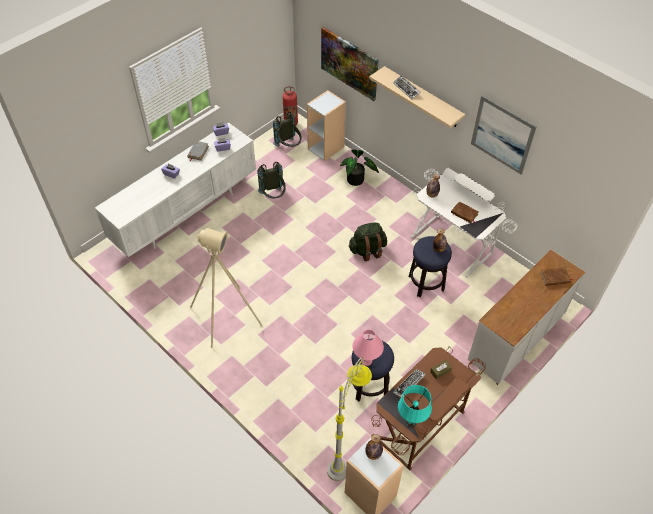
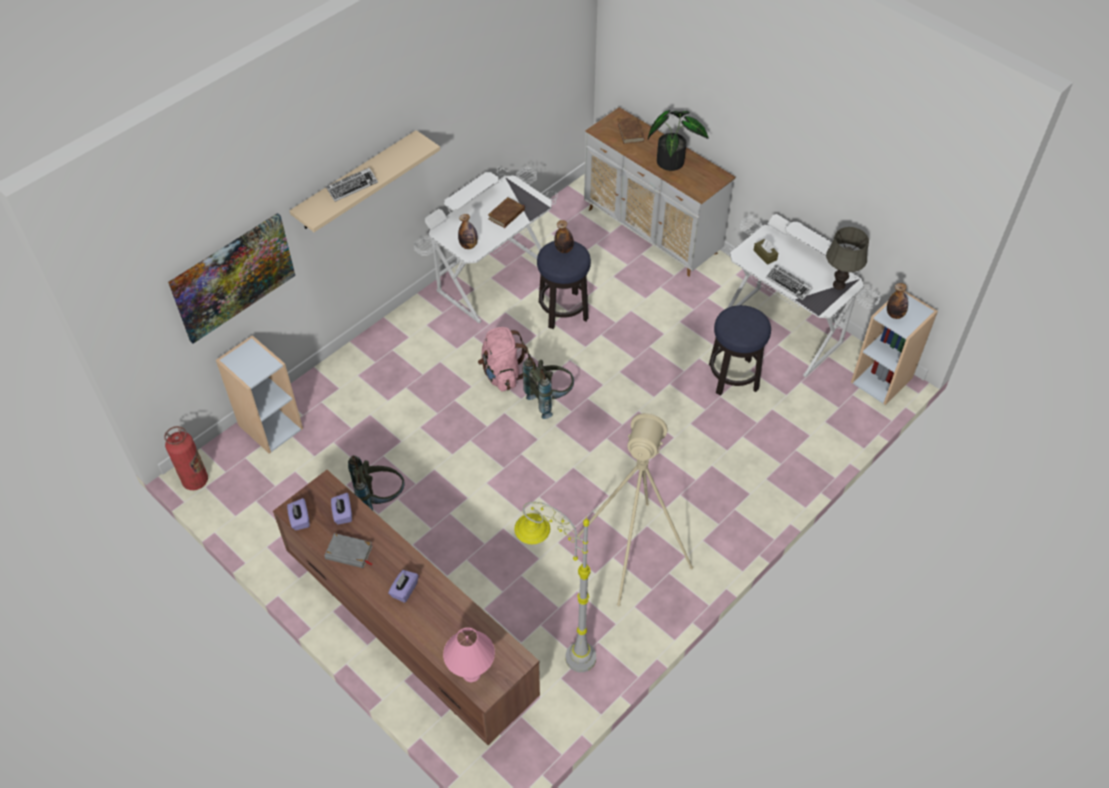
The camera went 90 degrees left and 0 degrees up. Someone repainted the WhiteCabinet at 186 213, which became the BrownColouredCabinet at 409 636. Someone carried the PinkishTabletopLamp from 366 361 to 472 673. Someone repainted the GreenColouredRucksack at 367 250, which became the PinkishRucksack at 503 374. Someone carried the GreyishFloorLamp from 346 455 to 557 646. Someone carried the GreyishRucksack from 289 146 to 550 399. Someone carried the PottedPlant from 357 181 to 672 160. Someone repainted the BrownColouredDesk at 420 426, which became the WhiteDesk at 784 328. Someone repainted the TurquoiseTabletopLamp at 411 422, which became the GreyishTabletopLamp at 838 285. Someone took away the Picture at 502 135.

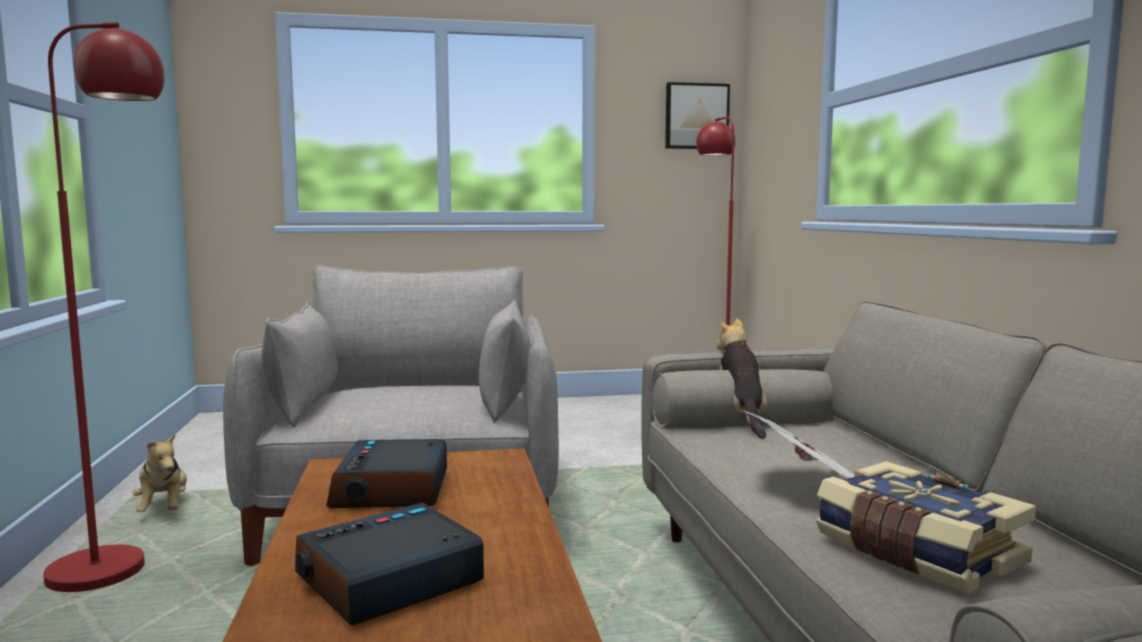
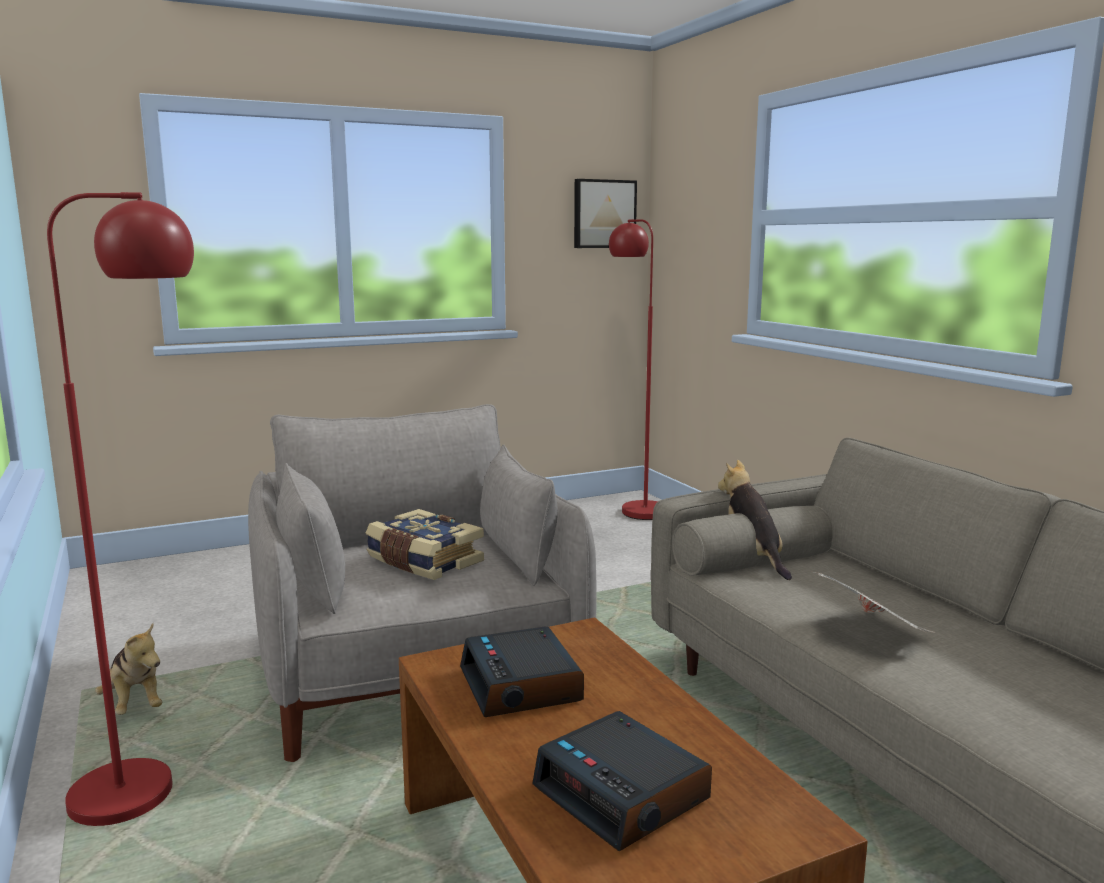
The camera went 15 degrees left and 5 degrees up. Someone carried the Book from 915 552 to 423 562. Someone rotated the BedsideClock at 388 581 by 75 degrees counterclockwise.

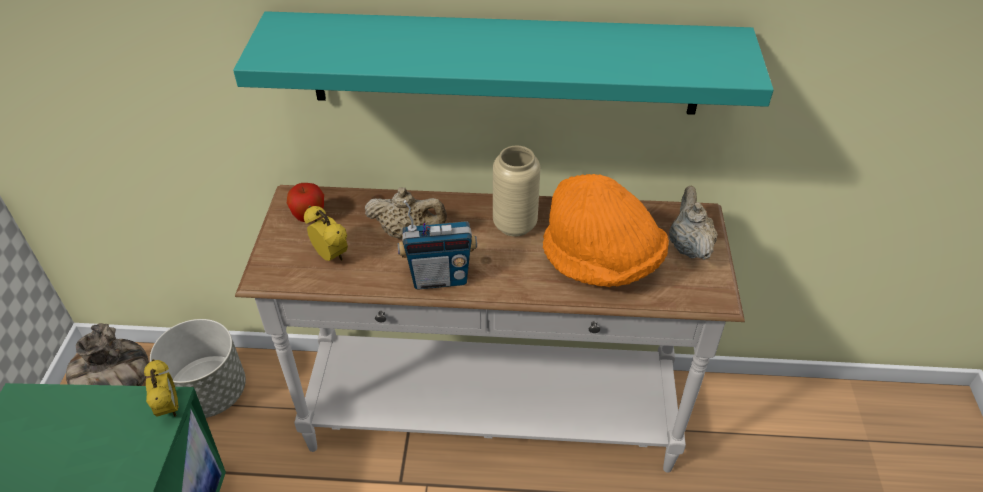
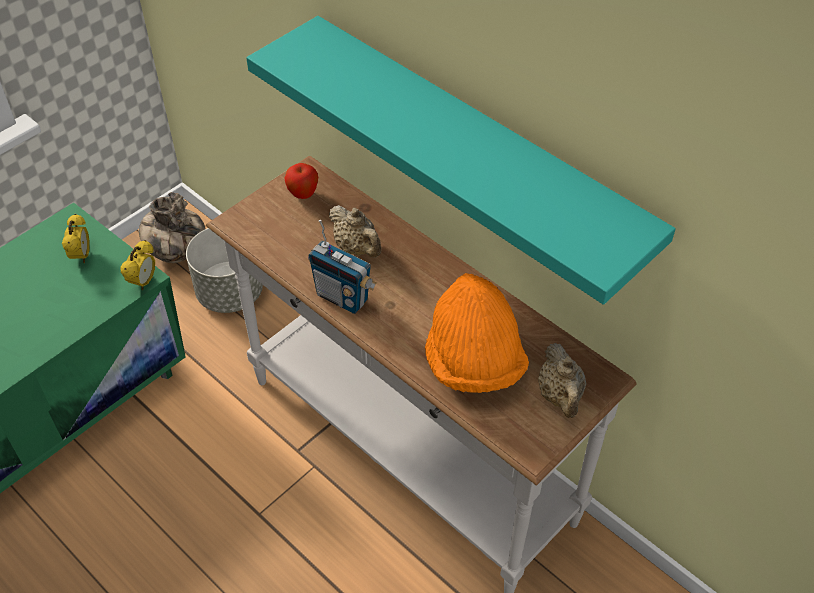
The camera went 40 degrees right and 5 degrees up. Someone carried the BedsideClock from 331 256 to 82 256. Someone rotated the SandColouredTeaPot at 688 246 by 135 degrees clockwise. Someone took away the SandColouredFlowerVase at 514 225.

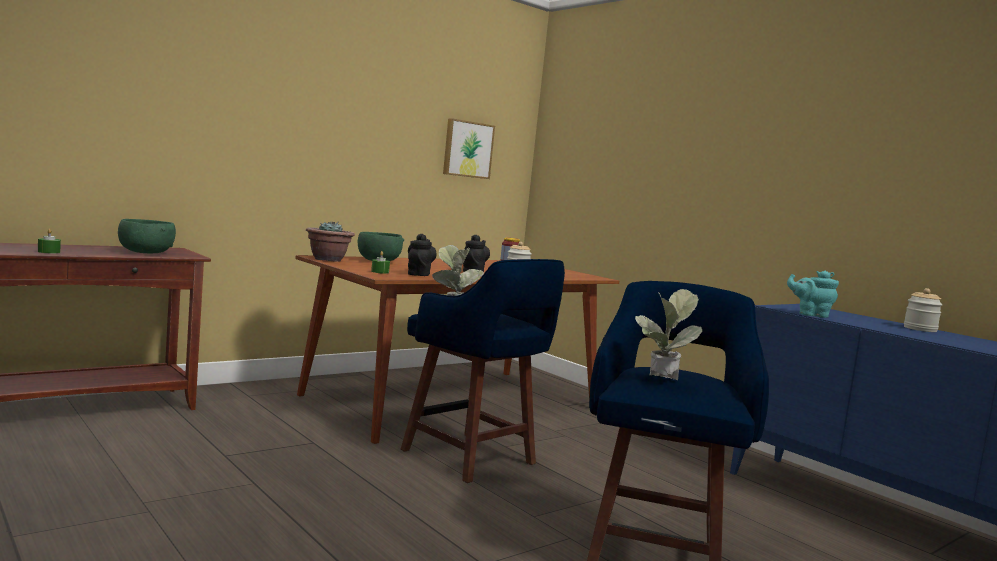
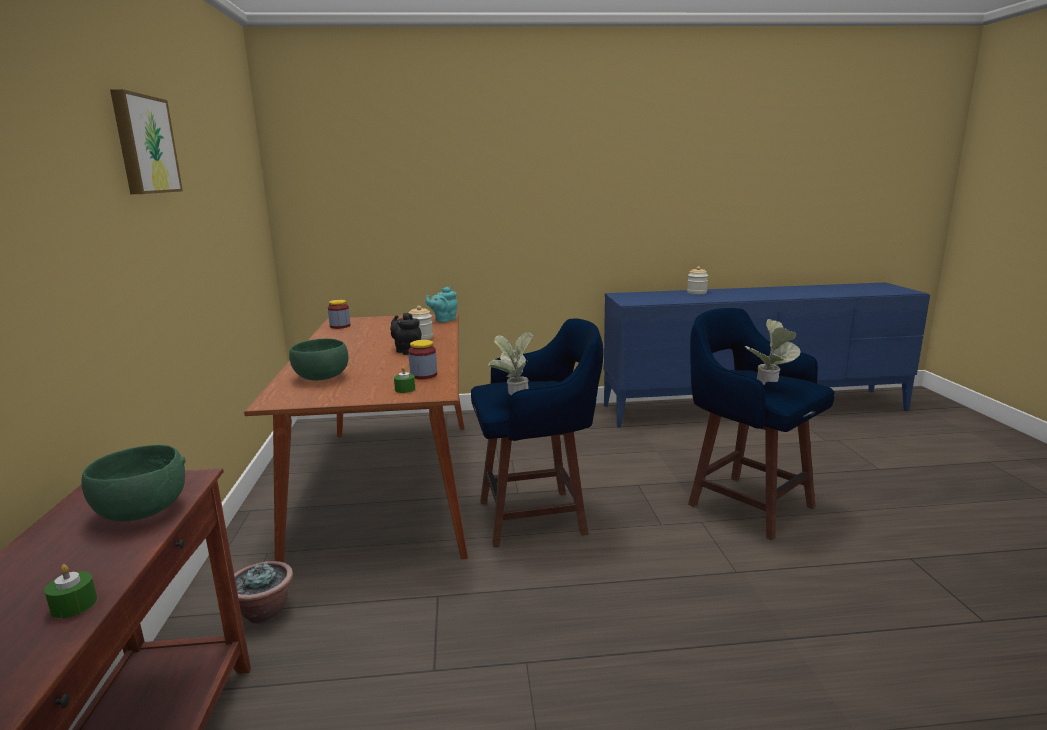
The camera went 55 degrees left and 10 degrees up. Someone carried the Picture from 467 149 to 143 145. Someone carried the PottedPlant from 328 260 to 264 612. Someone swapped the BlackishTeaPot at 419 274 for the Jar at 423 375. Someone carried the TurquoiseTeaPot from 810 314 to 444 320.

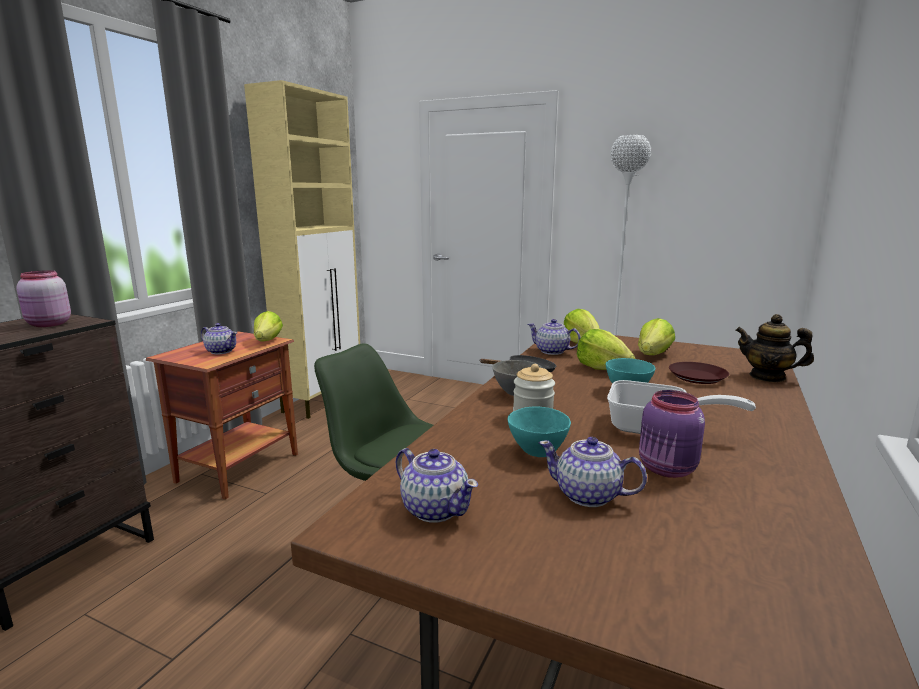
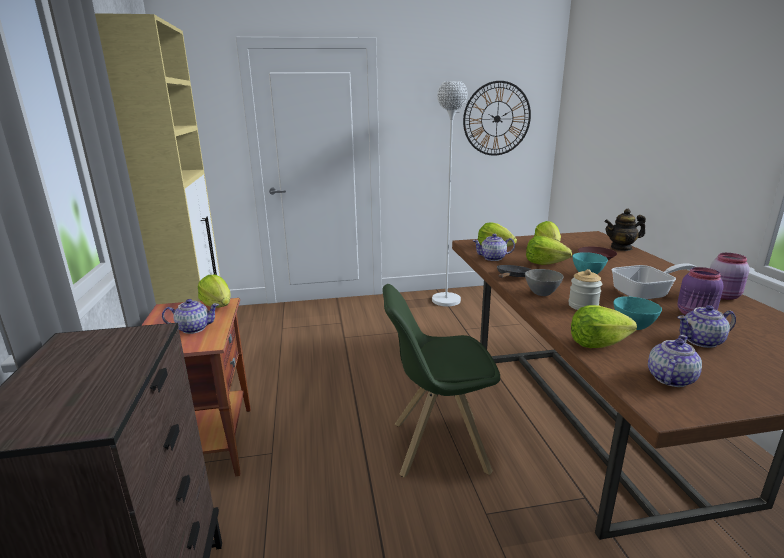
The camera went 35 degrees left and 5 degrees up. Someone put up the WallClock at 497 119. Someone put down the HeadOfLettuce at 597 343. Someone rotated the TeaPot at 435 509 by 60 degrees counterclockwise. Someone carried the PinkishJar from 48 324 to 723 296.

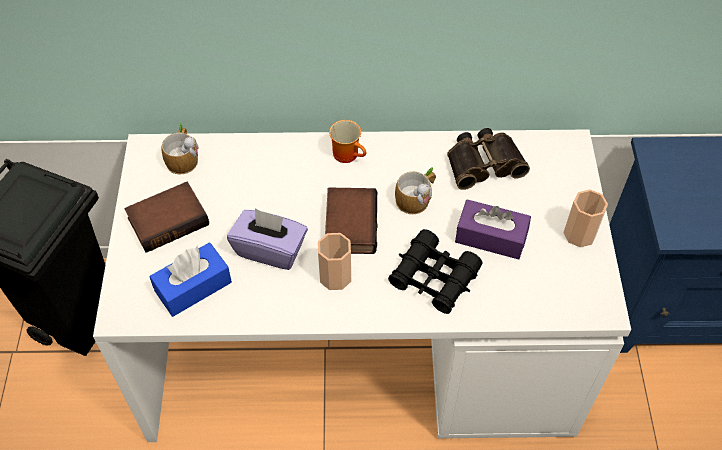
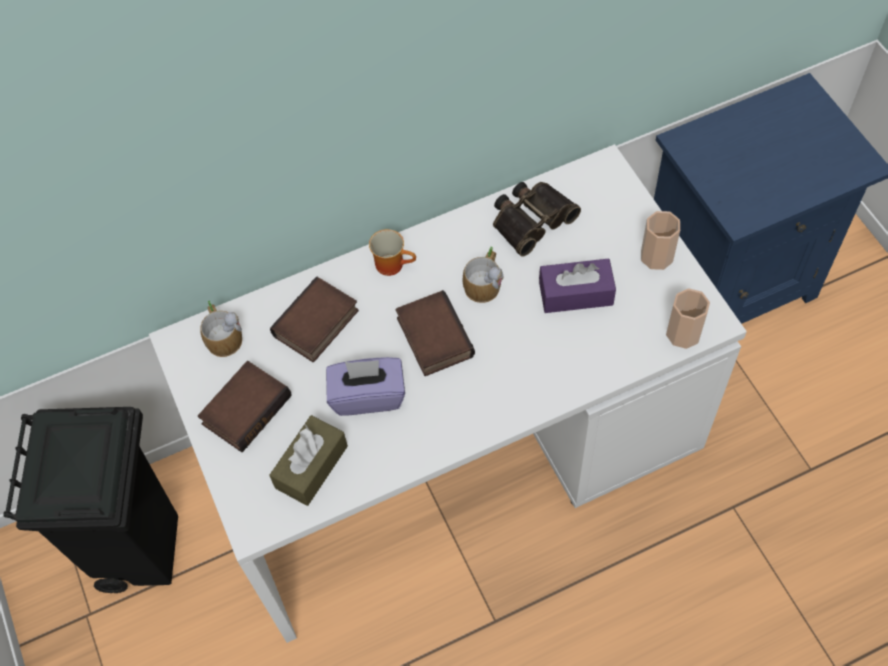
The camera went 20 degrees left and 5 degrees up. Someone repainted the BluishTissueBox at 193 287, which became the BrownColouredTissueBox at 311 466. Someone put down the Book at 317 325. Someone carried the DrinkingCup from 335 276 to 683 333. Someone took away the BlackishPairOfBinoculars at 434 278.

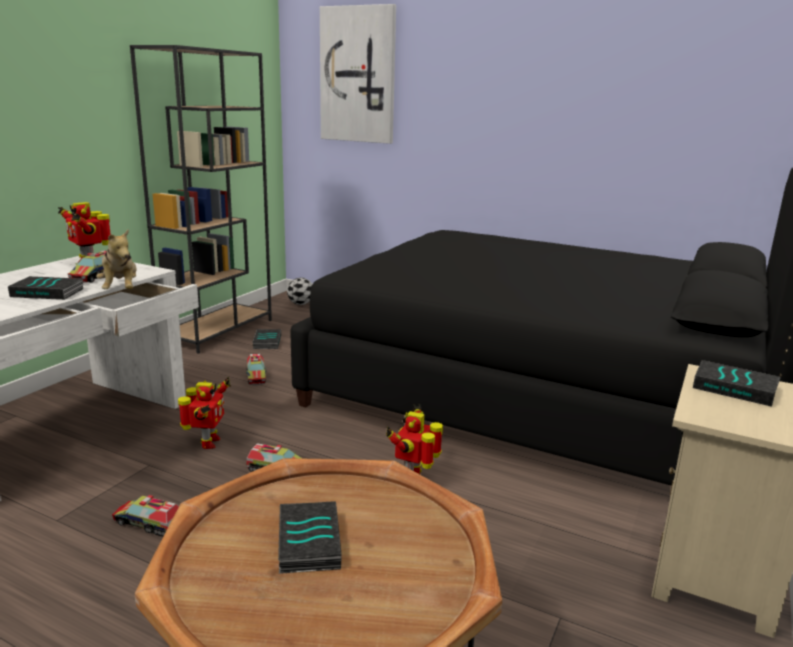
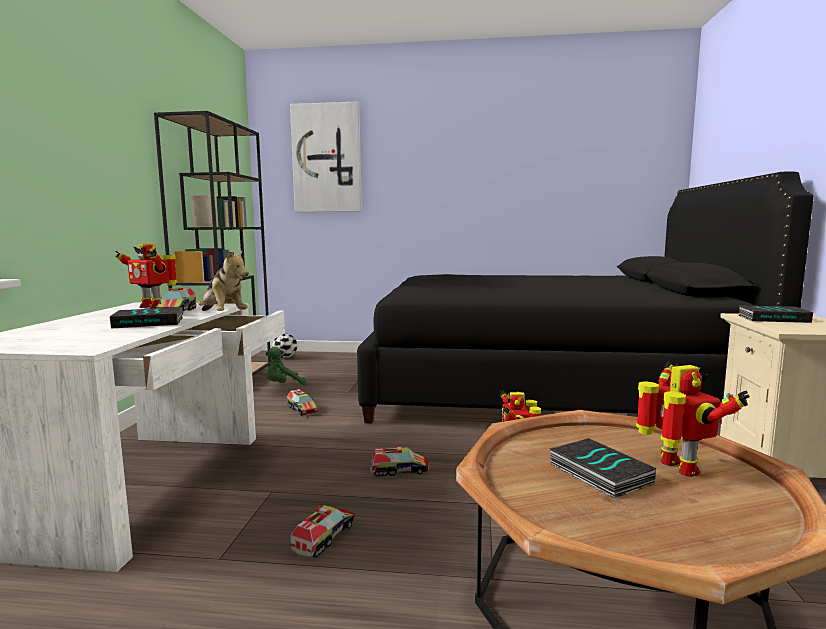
The camera went 20 degrees left and 10 degrees down. Someone swapped the Book at 266 342 for the GreenColouredSoftToy at 283 385. Someone rotated the ModelTruck at 149 523 by 120 degrees clockwise. Someone carried the RobotFigure from 208 443 to 677 468.

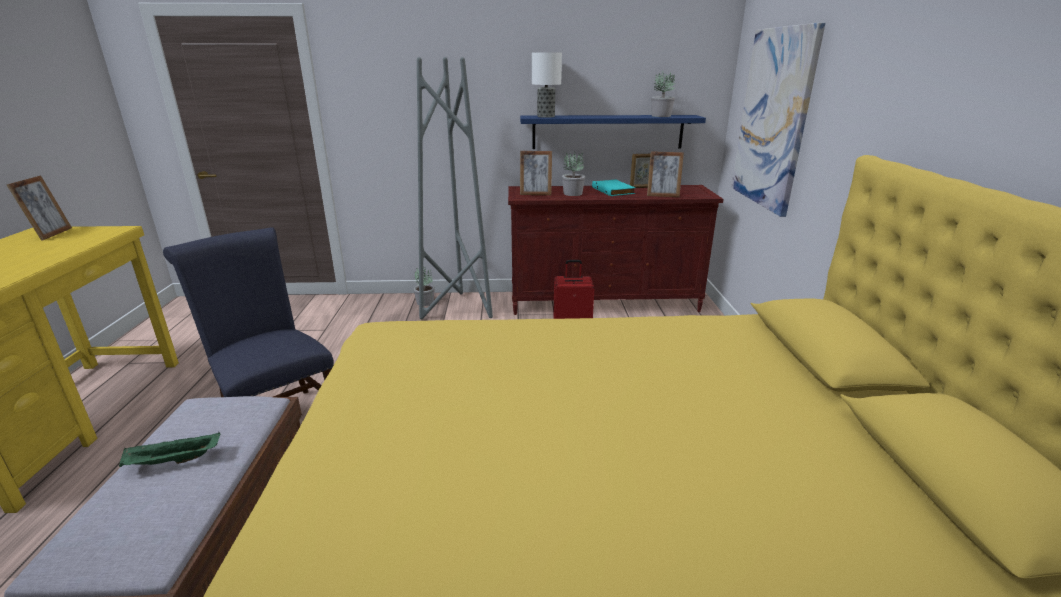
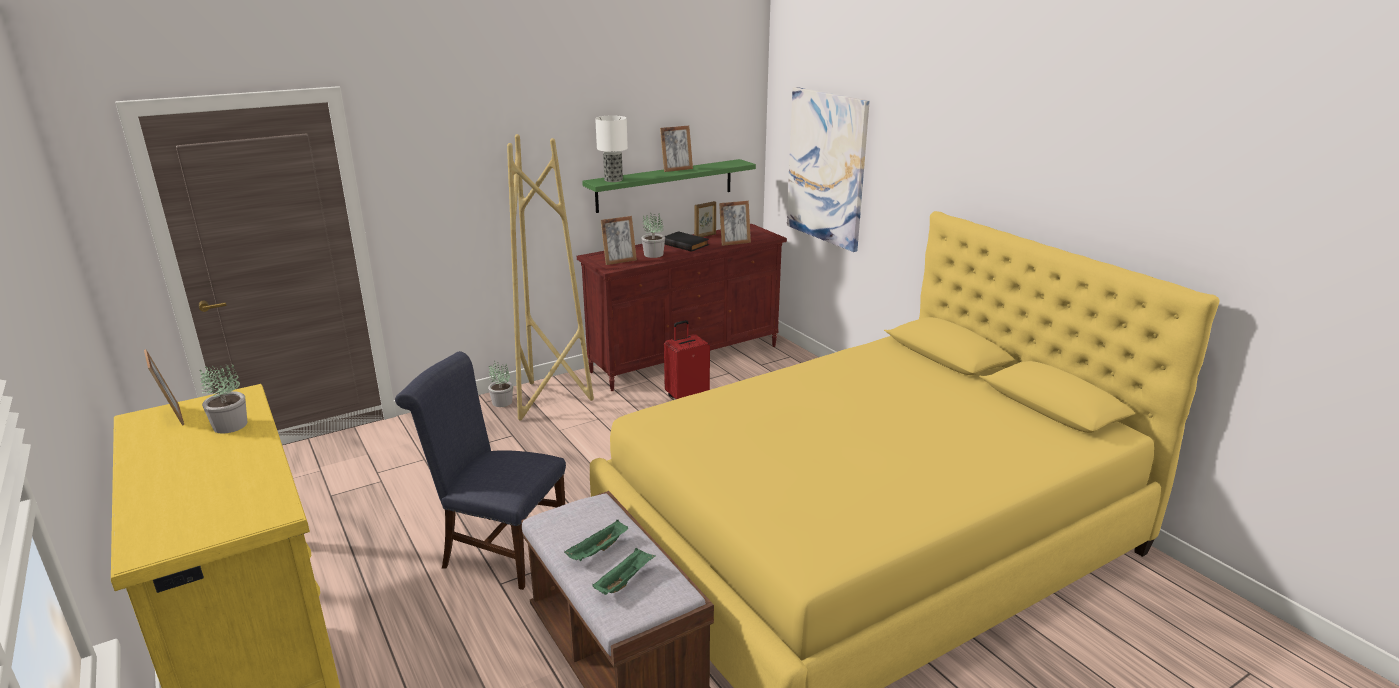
The camera went 30 degrees left and 0 degrees up. Someone carried the PottedPlant from 661 116 to 230 426. Someone repainted the GreyishGarmentStand at 458 310, which became the YellowishGarmentStand at 548 401. Someone repainted the BluishShelf at 607 132, which became the GreenColouredShelf at 665 185. Someone put down the GreenColouredCarryingTray at 624 580. Someone put down the StandingFrame at 677 169. Someone repainted the TurquoiseBook at 614 190, which became the BlackishBook at 685 244.

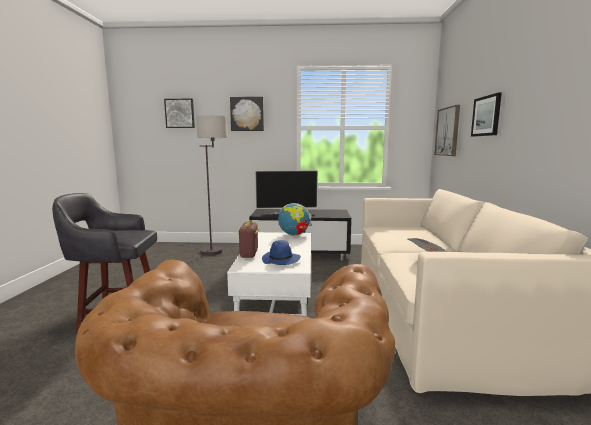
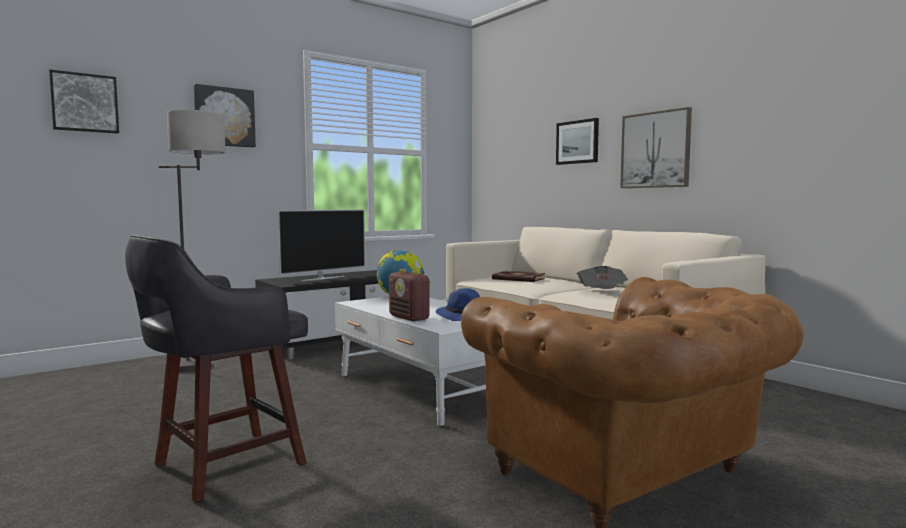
The camera went 40 degrees left and 5 degrees down. Someone put down the Book at 518 279. Someone carried the Picture from 448 131 to 655 150.

